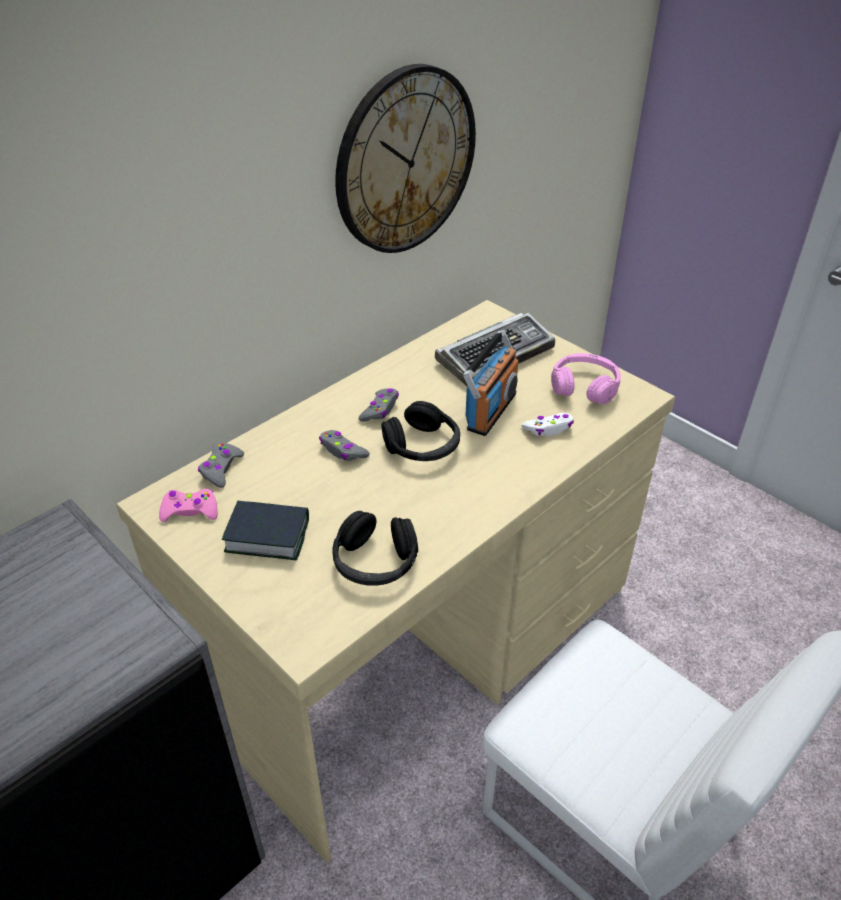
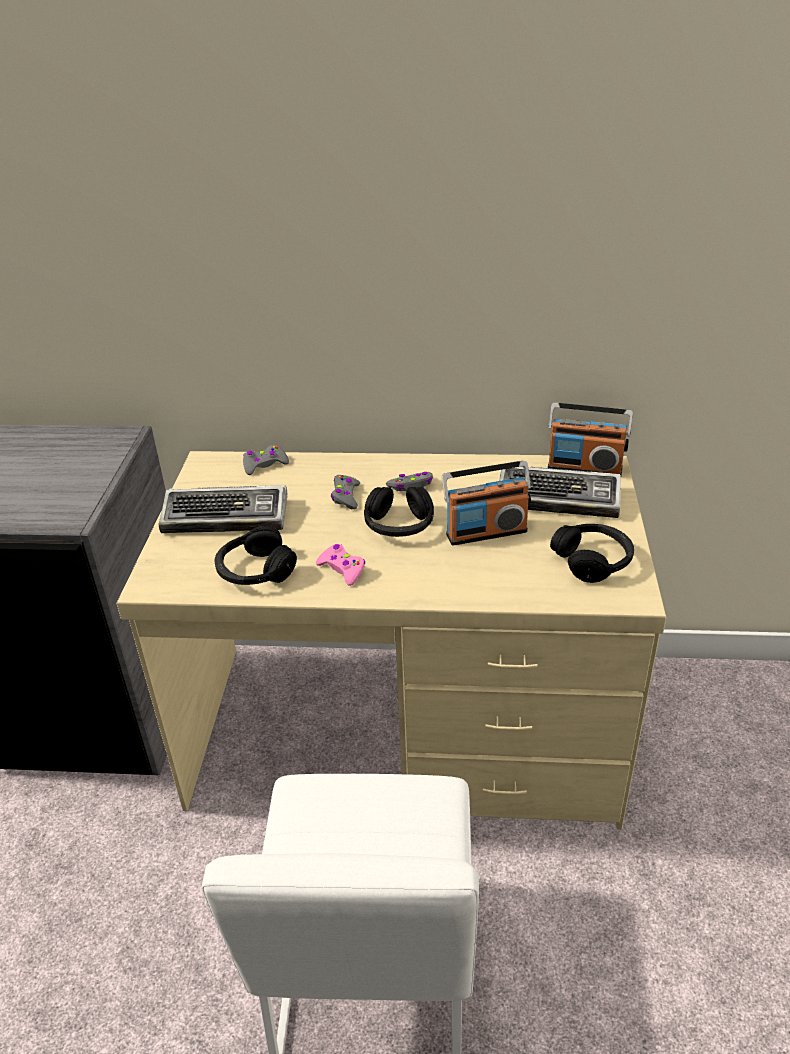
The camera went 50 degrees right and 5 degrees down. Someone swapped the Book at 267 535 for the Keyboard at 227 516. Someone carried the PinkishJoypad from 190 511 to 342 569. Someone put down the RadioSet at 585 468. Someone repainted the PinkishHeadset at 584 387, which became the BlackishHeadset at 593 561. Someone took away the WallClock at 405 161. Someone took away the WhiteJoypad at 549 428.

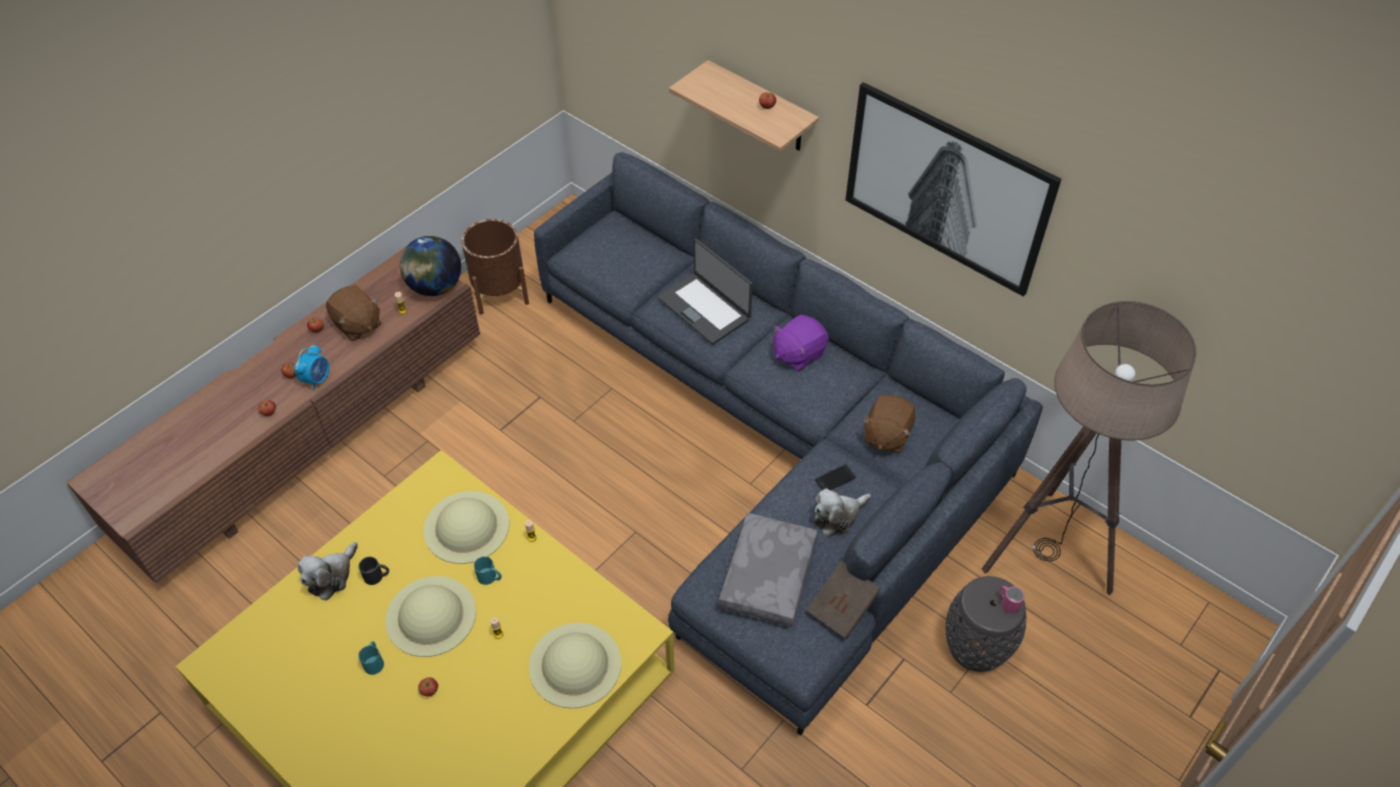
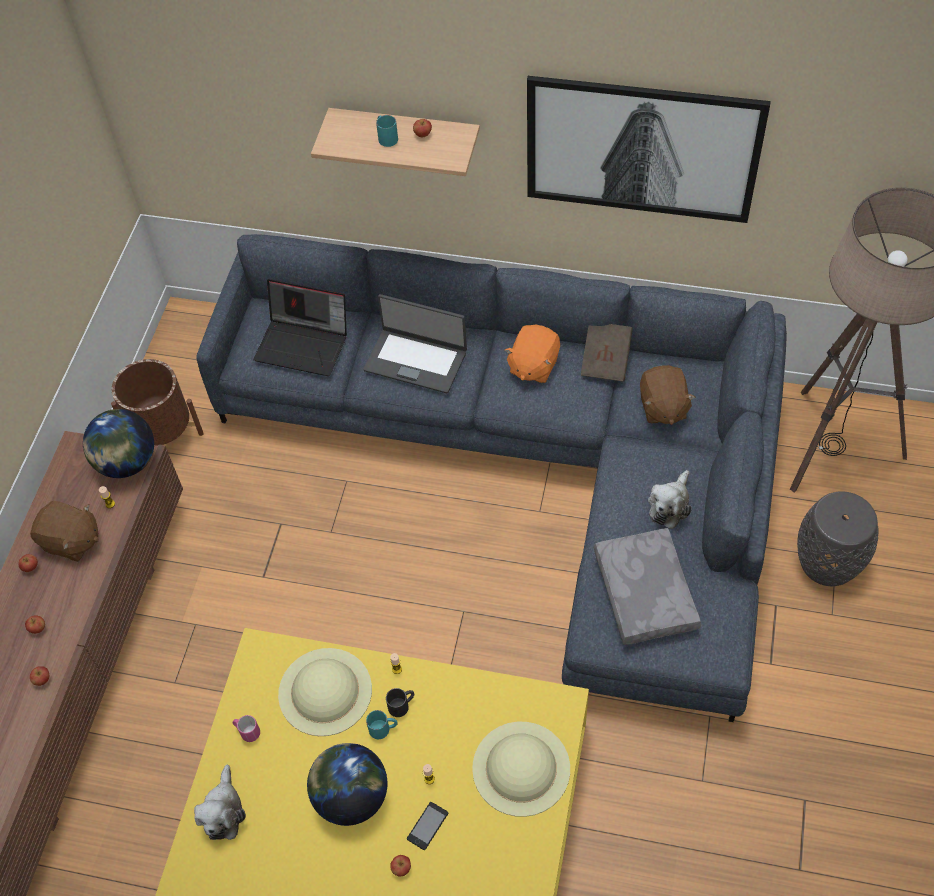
The camera went 25 degrees left and 5 degrees up. Someone carried the PinkishMug from 1007 603 to 247 732. Someone put down the NotebookComputer at 304 344. Someone swapped the SandColouredHat at 430 616 for the Globe at 351 796. Someone carried the TurquoiseMug from 374 661 to 386 137. Someone carried the BlackishMug from 377 576 to 402 705. Someone carried the Phone from 835 479 to 427 826. Someone repainted the PurpleSoftToy at 798 354, which became the OrangeSoftToy at 533 365. Someone carried the BrownColouredBook from 842 608 to 606 360. Someone took away the BedsideClock at 317 379.

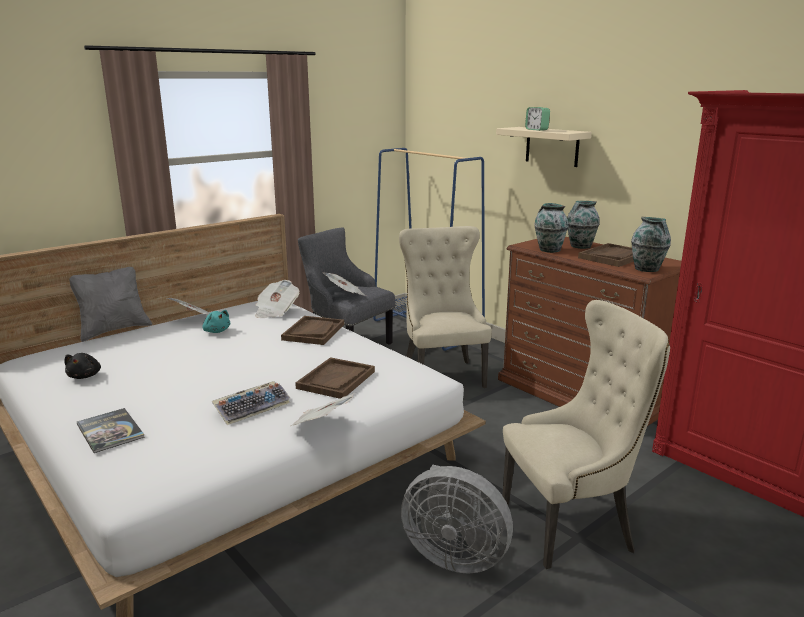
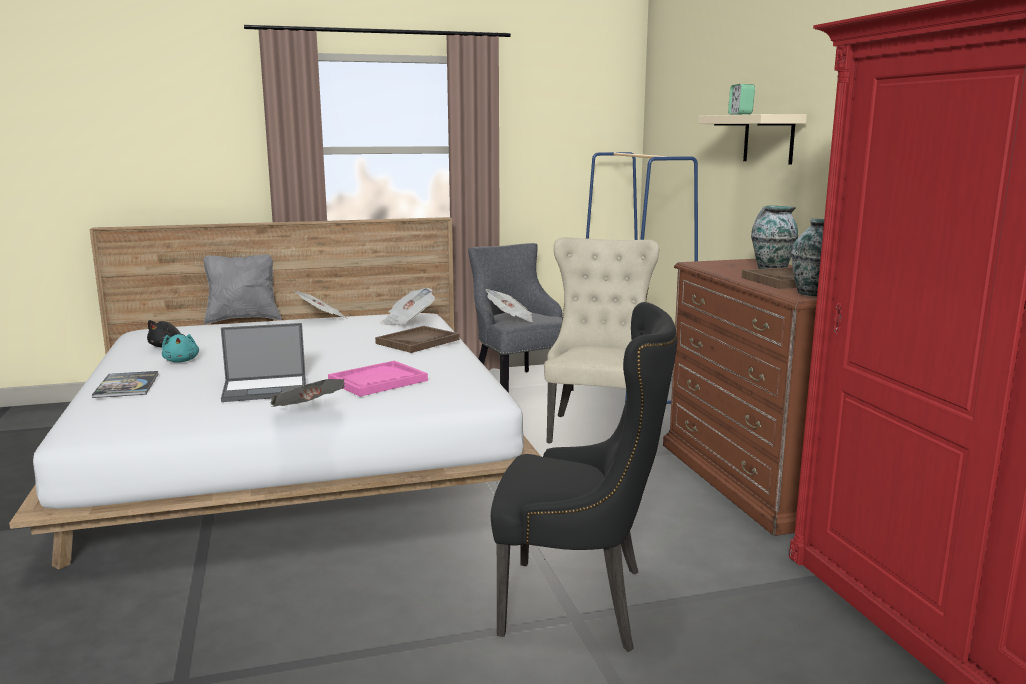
The camera went 25 degrees right and 5 degrees down. Someone carried the TurquoiseSoftToy from 216 331 to 181 361. Someone swapped the Keyboard at 252 407 for the NotebookComputer at 266 389. Someone repainted the BrownColouredCarryingTray at 336 380, which became the PinkishCarryingTray at 378 381. Someone repainted the SandColouredChair at 568 525, which became the BlackishChair at 578 603. Someone took away the GreyishCoolingFan at 454 555. Someone took away the FlowerVase at 549 250.

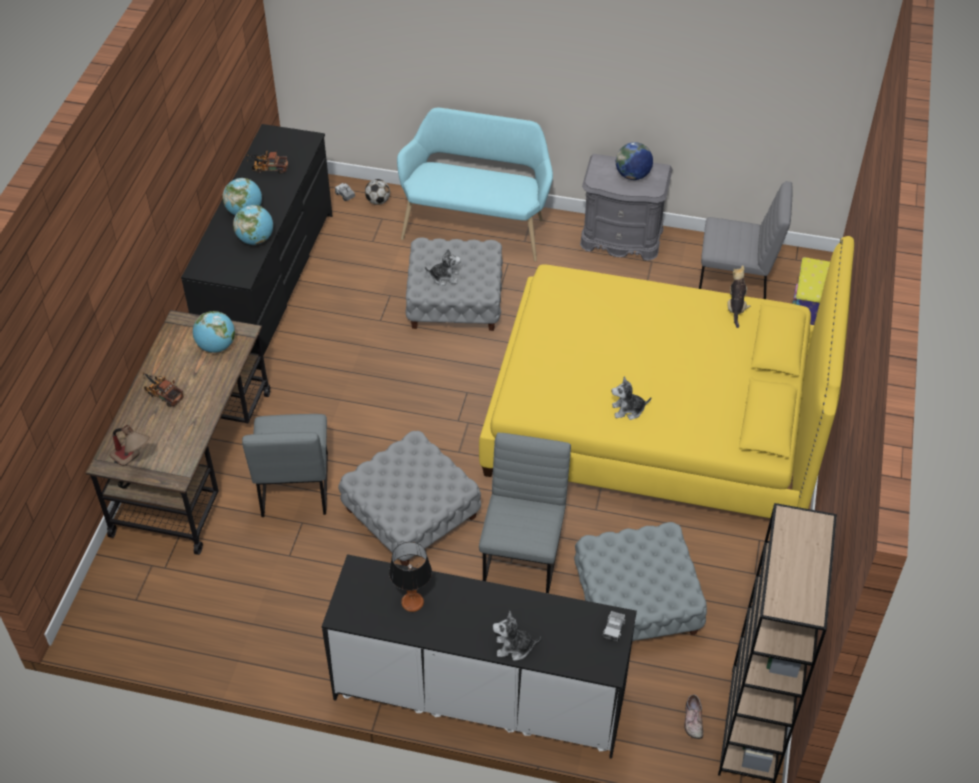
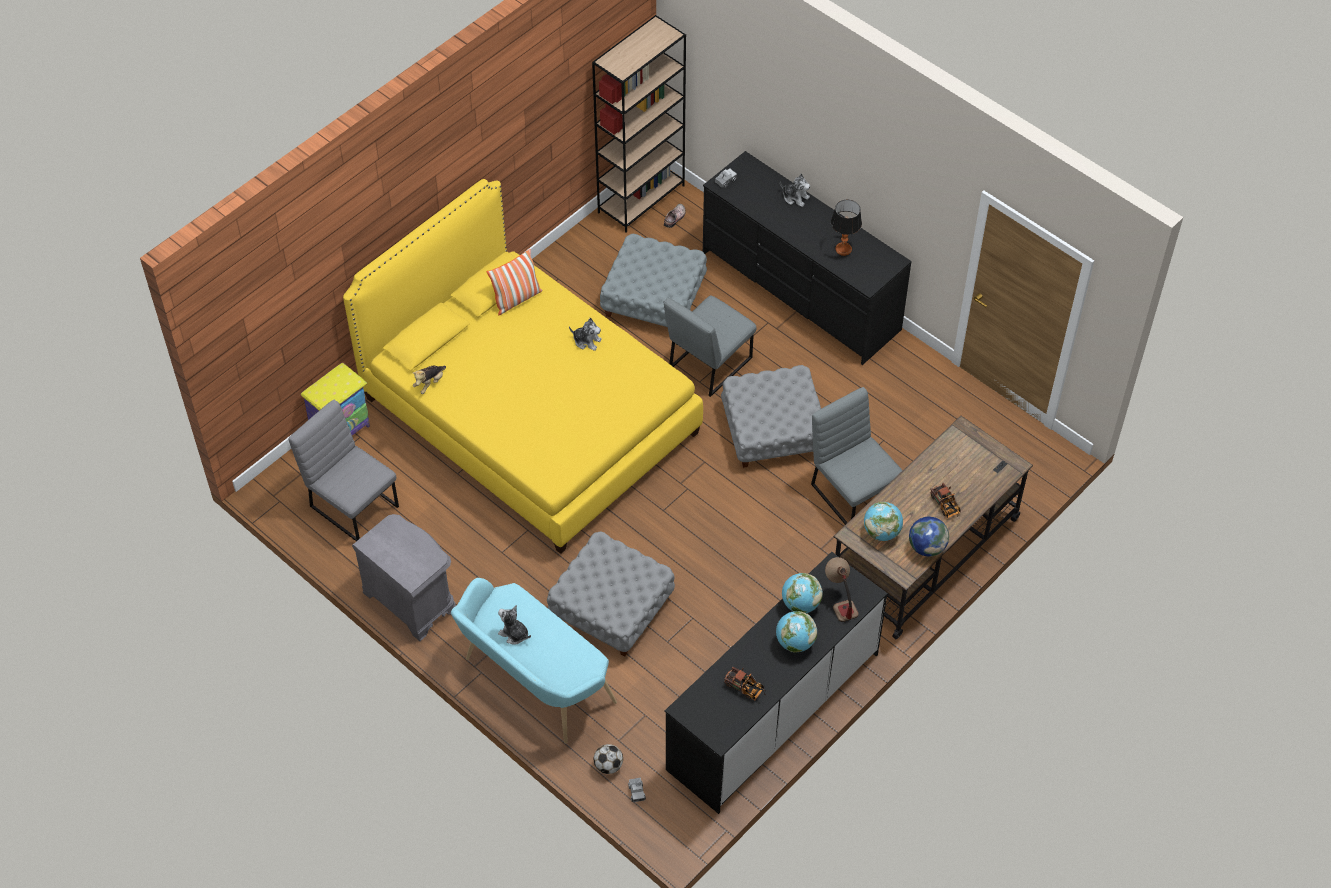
The camera went 150 degrees left and 5 degrees up. Someone put down the Pillow at 516 299. Someone carried the SoftToy from 444 277 to 514 634. Someone rotated the GreyishChair at 294 487 by 60 degrees counterclockwise. Someone carried the TabletopLamp from 134 461 to 840 601. Someone carried the Globe from 632 175 to 927 547.

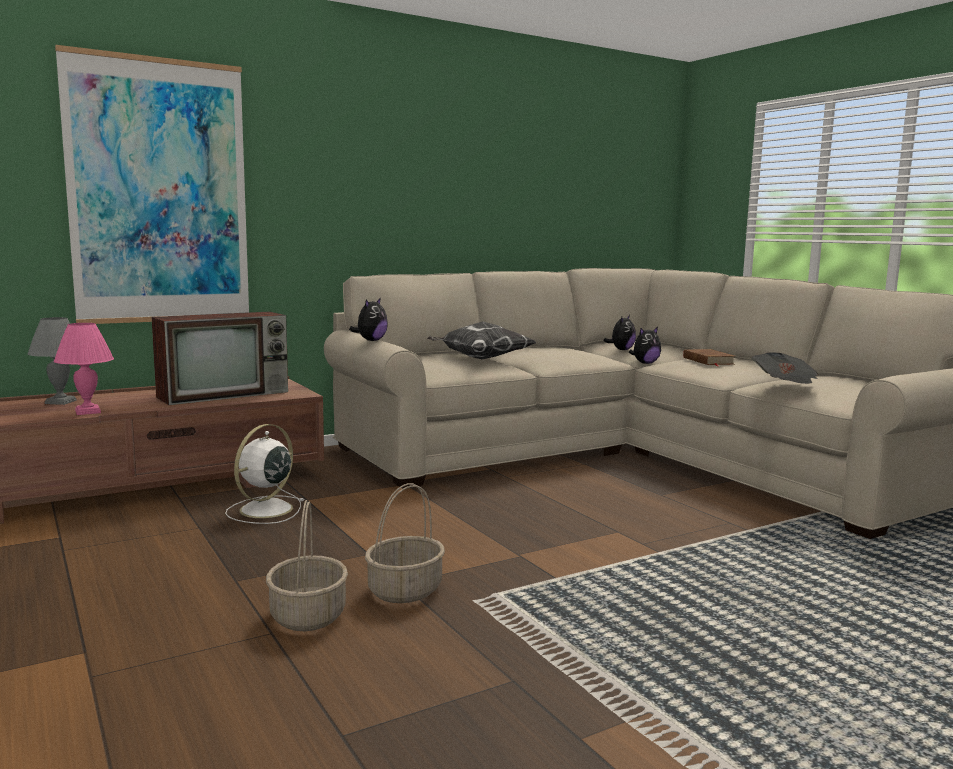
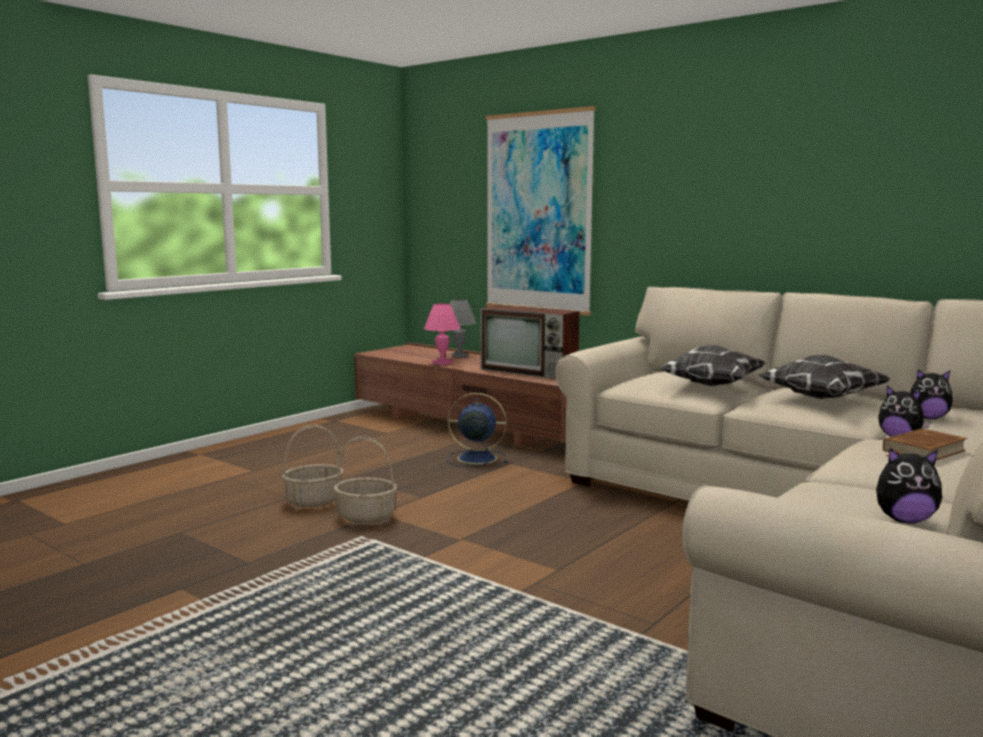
The camera went 70 degrees right and 0 degrees up. Someone repainted the WhiteCoolingFan at 264 510, which became the BluishCoolingFan at 475 458. Someone put down the Pillow at 820 398. Someone carried the SoftToy from 371 340 to 904 520. Someone took away the DailyPaper at 785 386.

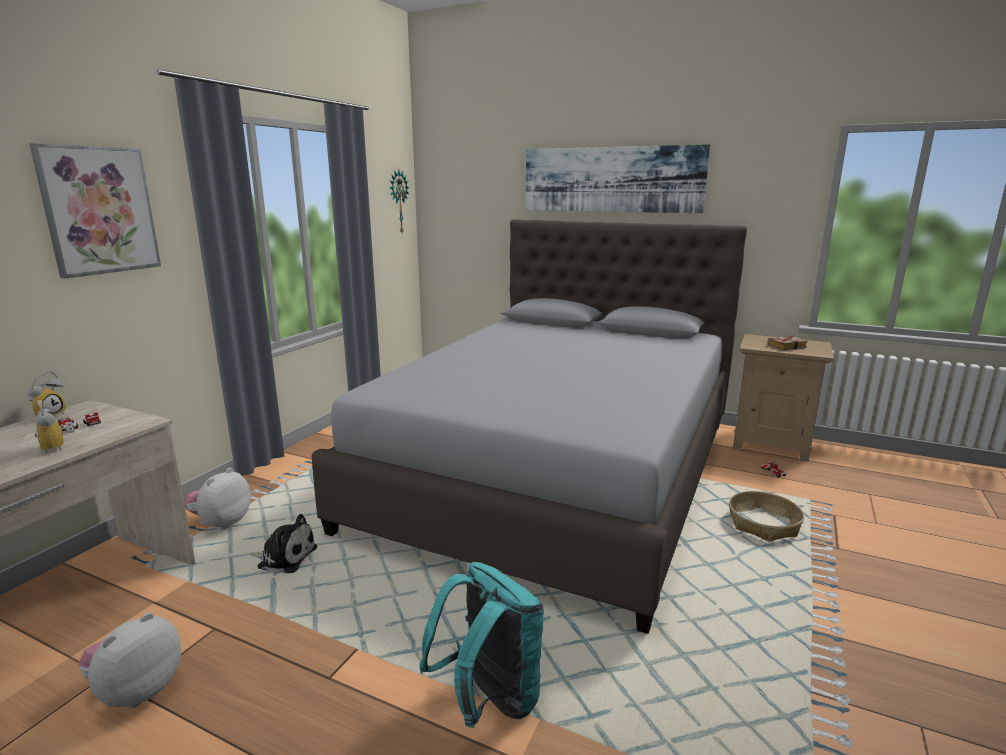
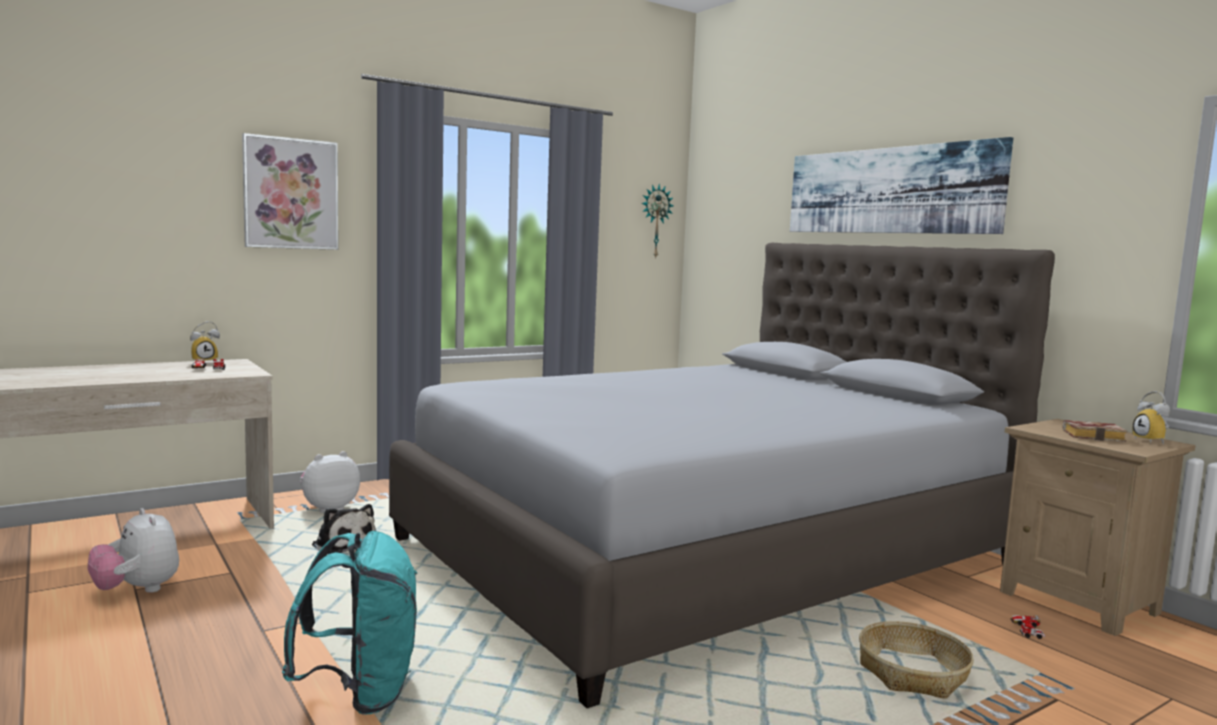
The camera went 30 degrees right and 10 degrees down. Someone rotated the SoftToy at 137 690 by 105 degrees counterclockwise. Someone carried the BedsideClock from 59 447 to 1153 441.

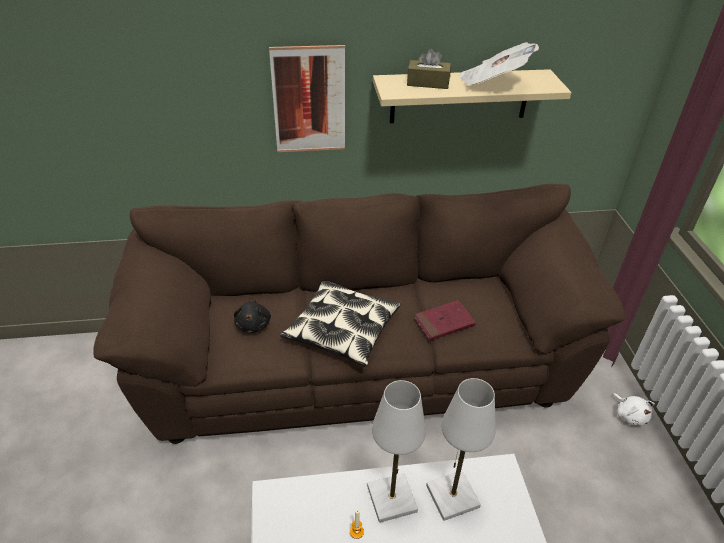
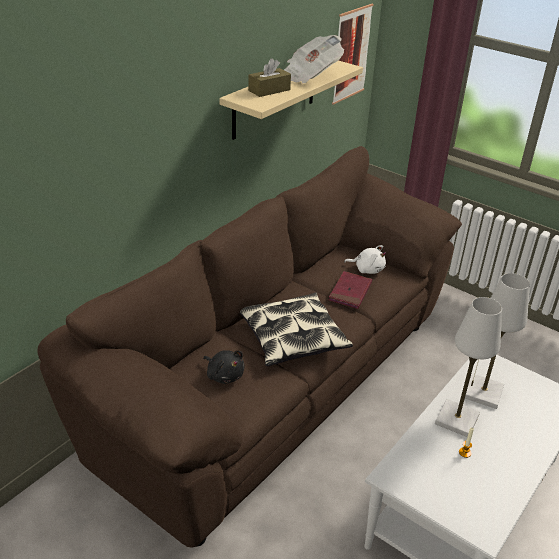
The camera went 45 degrees left and 5 degrees down. Someone carried the Picture from 309 100 to 351 54. Someone carried the WhiteSoftToy from 630 415 to 367 269.

